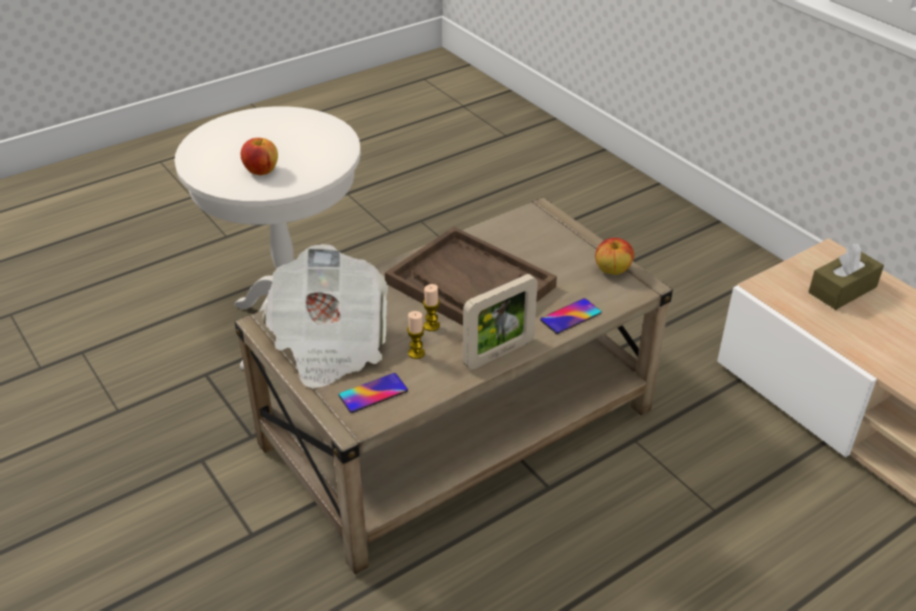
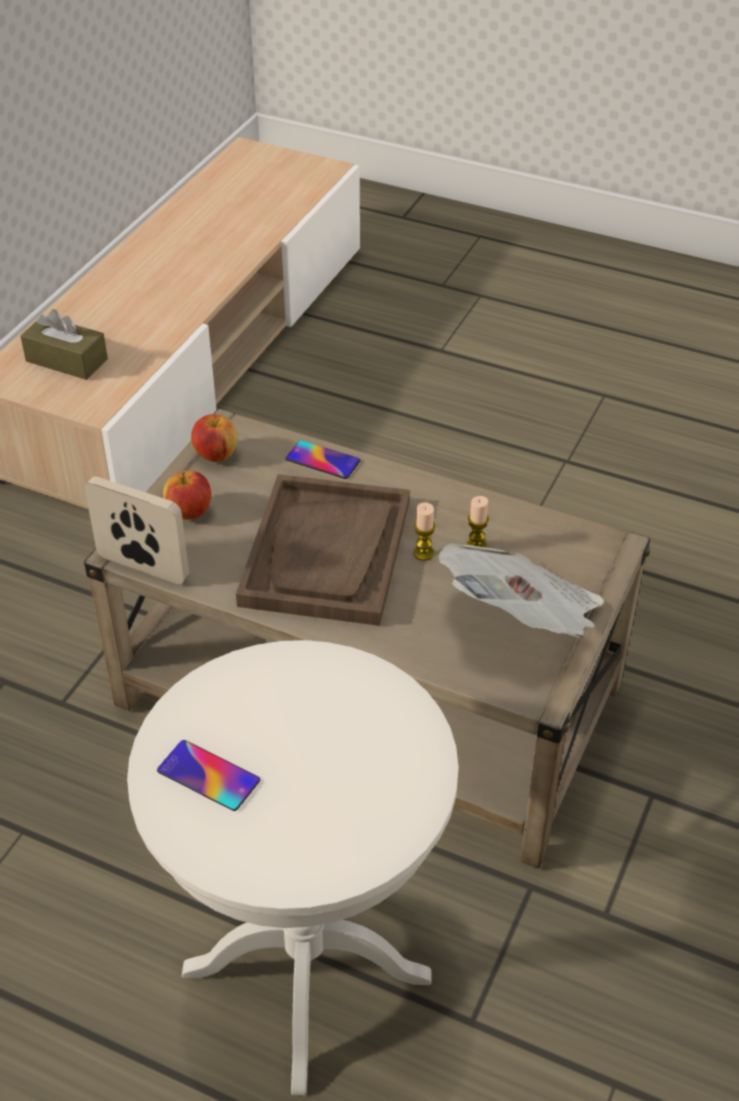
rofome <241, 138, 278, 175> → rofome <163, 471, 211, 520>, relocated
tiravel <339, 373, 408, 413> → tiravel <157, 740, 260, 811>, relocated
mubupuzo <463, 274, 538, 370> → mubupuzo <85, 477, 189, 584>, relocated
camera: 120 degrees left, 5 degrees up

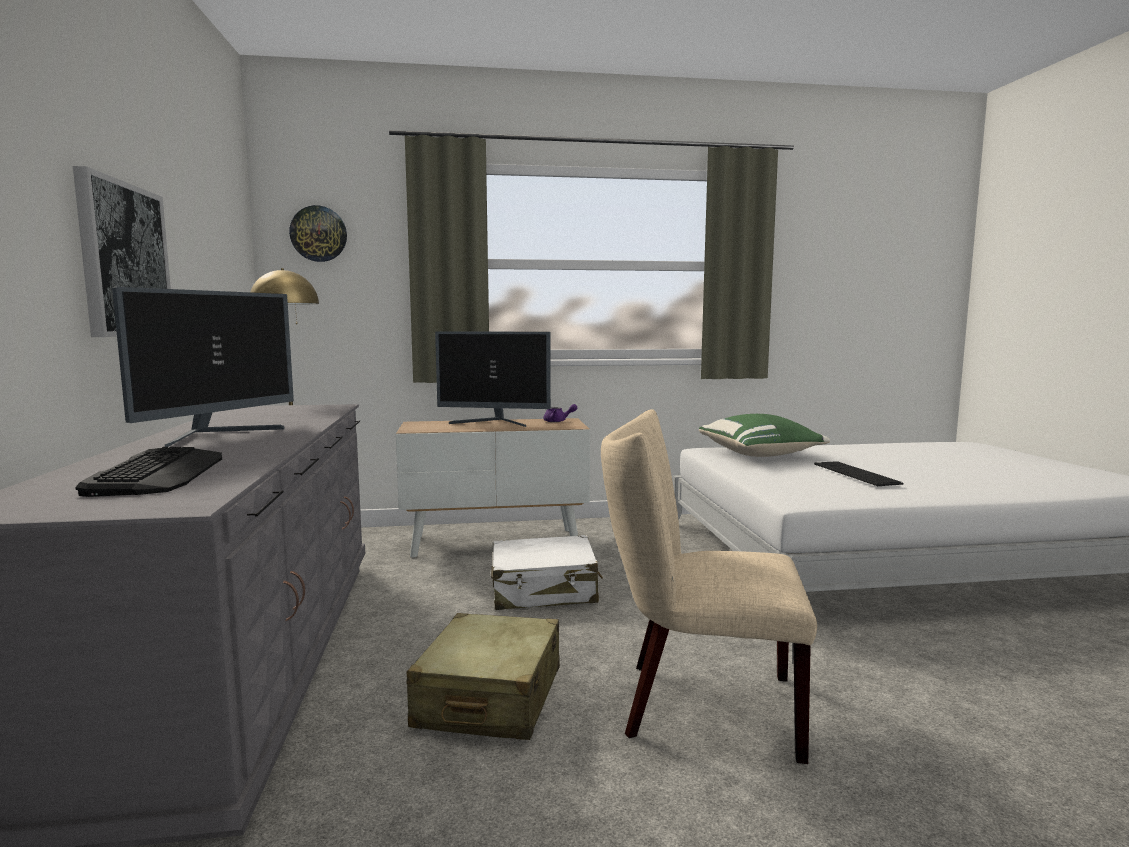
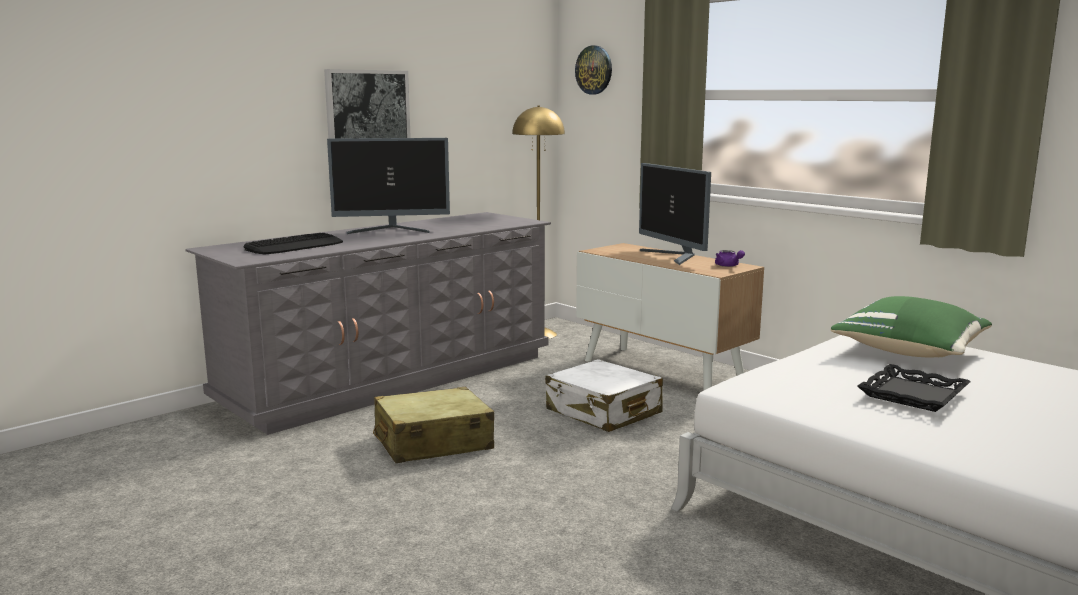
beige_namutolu <601, 409, 817, 764> → -
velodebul <814, 461, 903, 486> → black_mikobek <857, 364, 971, 412>
camera: 55 degrees right, 5 degrees up

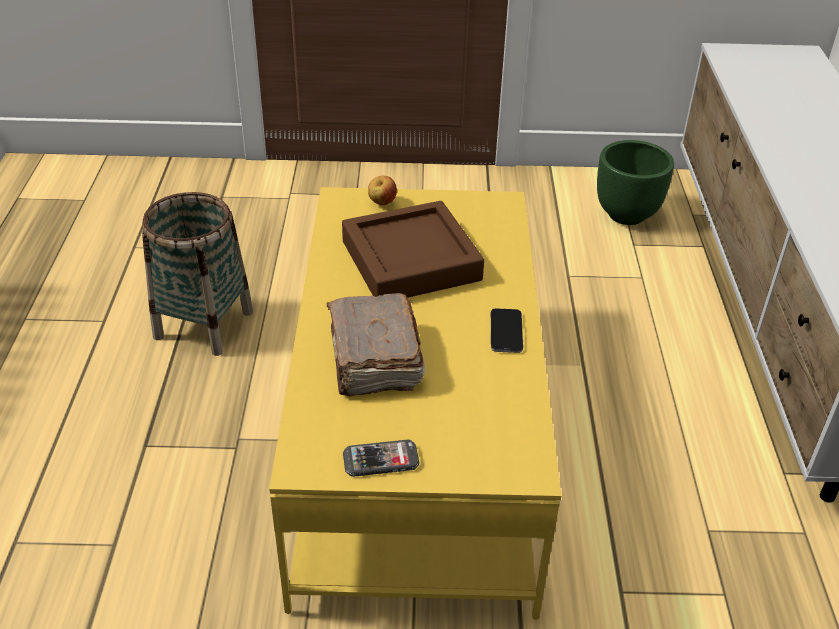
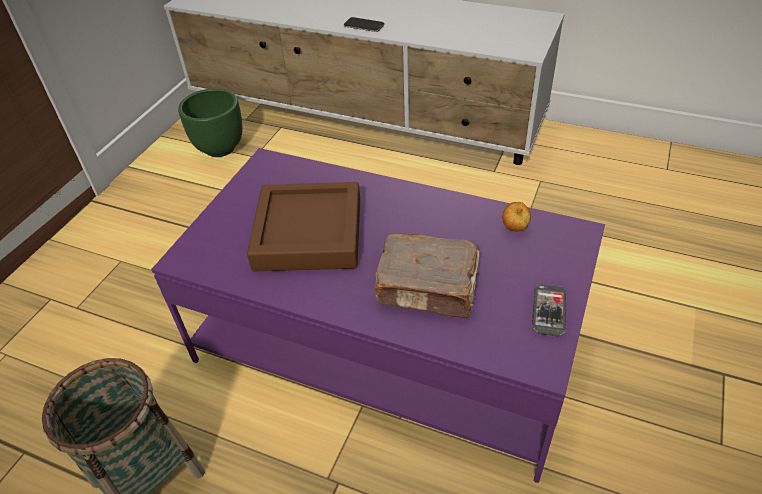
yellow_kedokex <269, 187, 561, 620> → purple_kedokex <151, 148, 605, 483>
rofome <368, 176, 397, 205> → rofome <502, 202, 531, 232>, relocated
tiravel <490, 308, 523, 353> → tiravel <344, 17, 385, 32>, relocated
camera: 65 degrees left, 5 degrees up

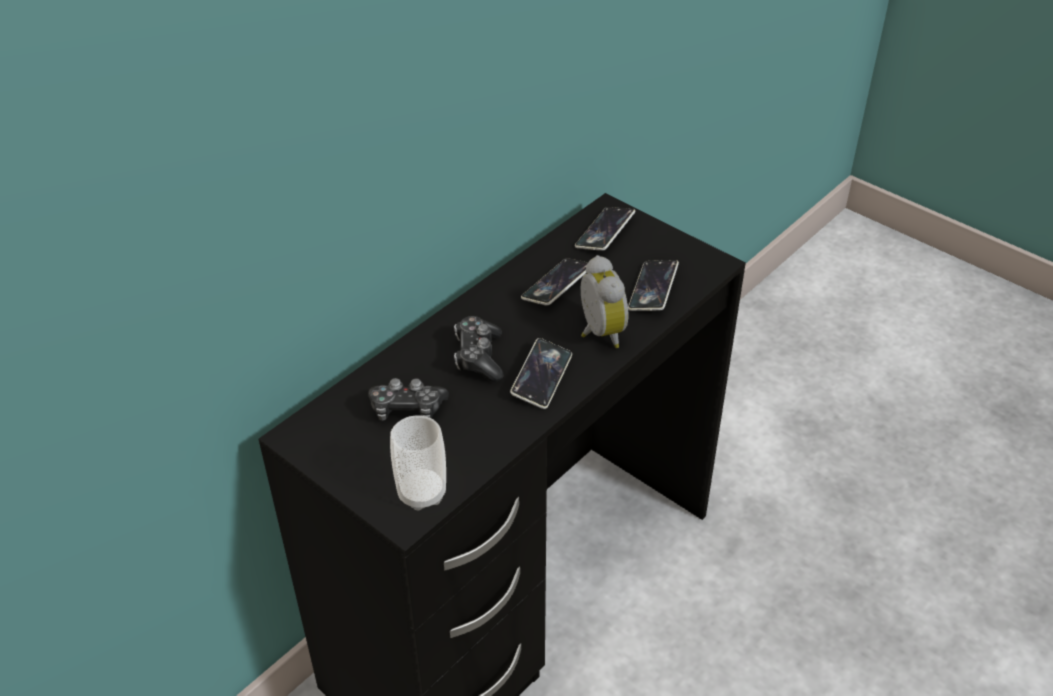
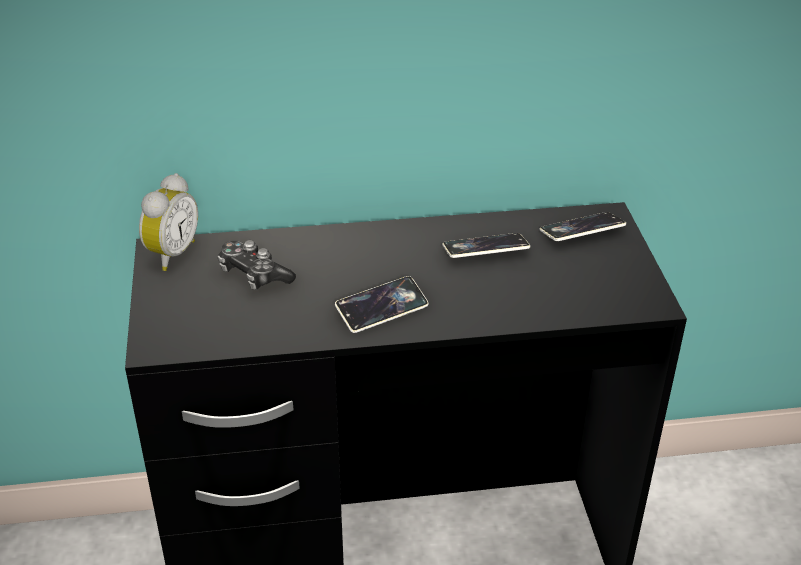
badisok <390, 416, 446, 511> → -
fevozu <454, 316, 504, 382> → -
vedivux <581, 255, 629, 348> → vedivux <139, 173, 198, 271>, relocated
tiravel <628, 260, 679, 311> → -
camera: 40 degrees right, 5 degrees down

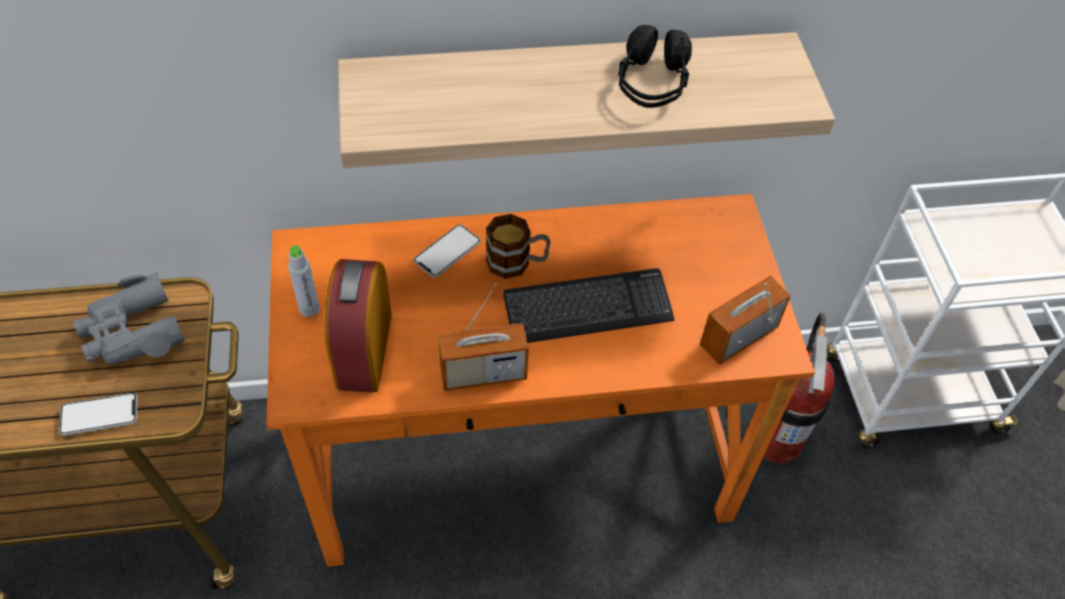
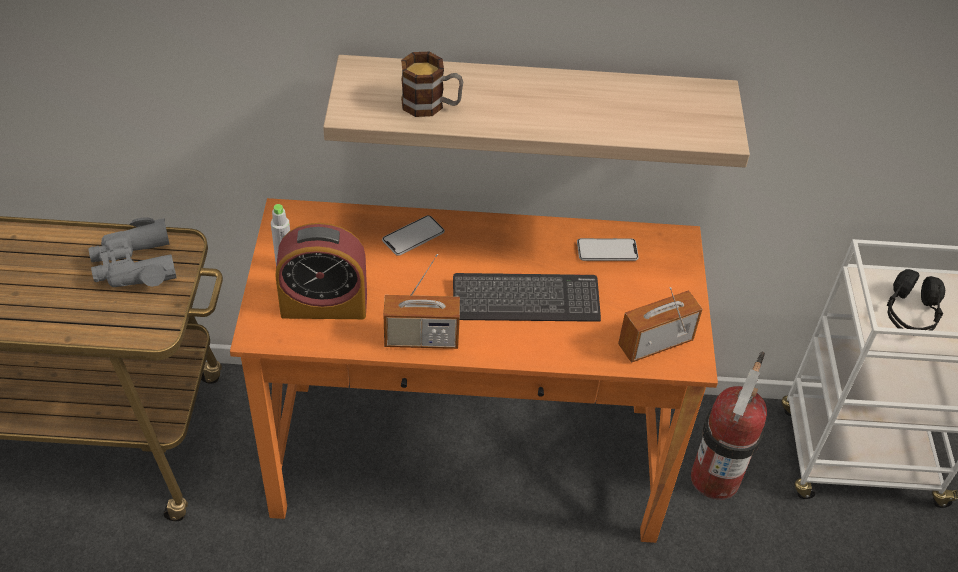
tiravel <59, 393, 137, 436> → tiravel <577, 238, 639, 261>, relocated
vedivux <325, 259, 392, 393> → vedivux <275, 223, 367, 319>, 105 degrees counterclockwise
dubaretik <486, 214, 551, 279> → dubaretik <401, 52, 463, 117>, relocated
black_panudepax <618, 25, 692, 108> → black_panudepax <886, 269, 945, 331>, relocated
camera: 10 degrees right, 5 degrees down

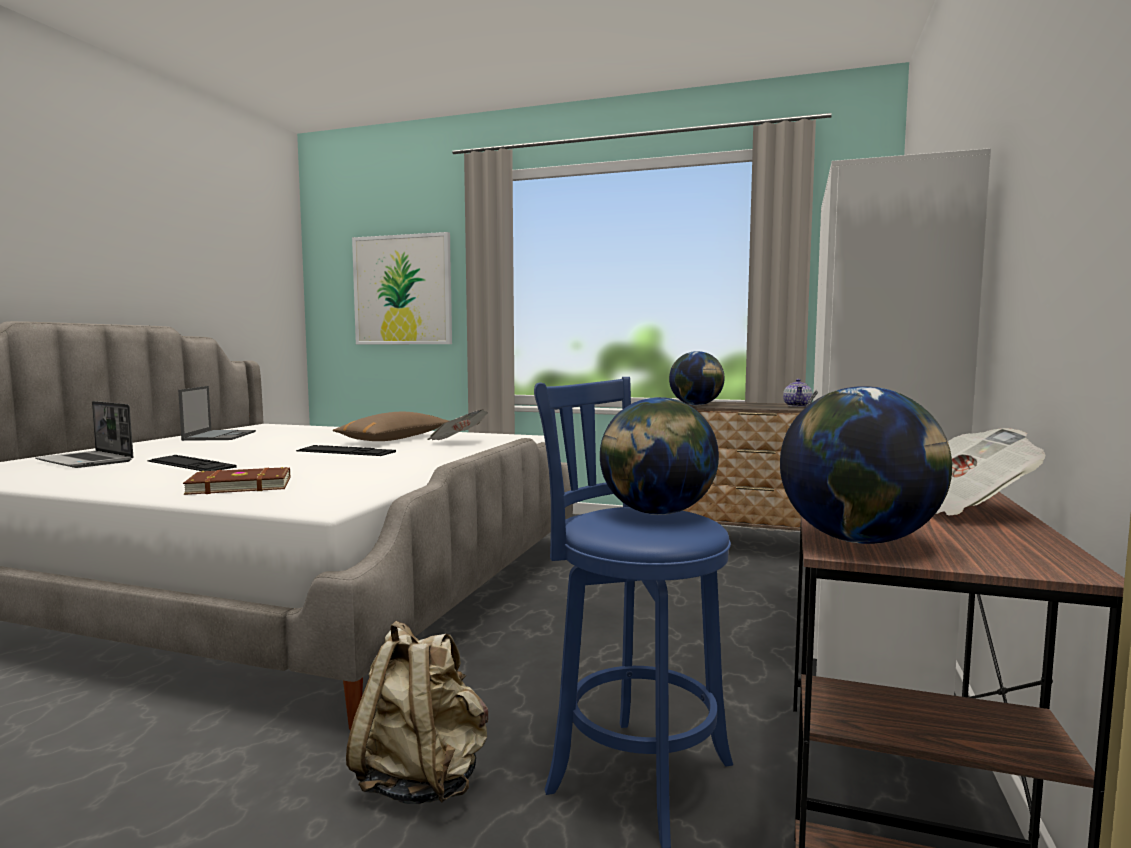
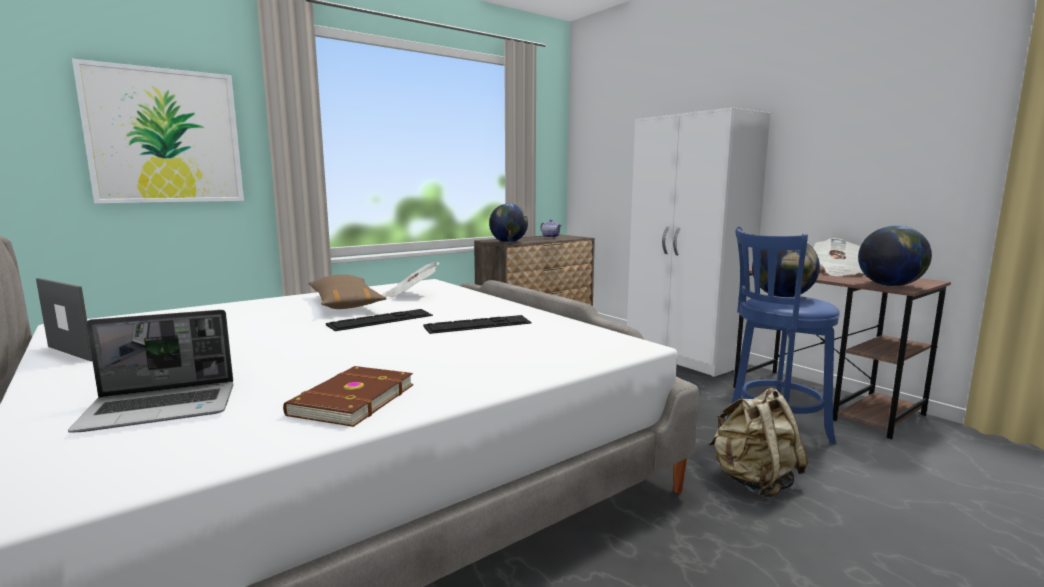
velodebul <147, 455, 237, 471> → velodebul <423, 315, 532, 334>, relocated
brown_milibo <183, 467, 290, 495> → brown_milibo <283, 366, 413, 427>, relocated
camera: 55 degrees left, 5 degrees up

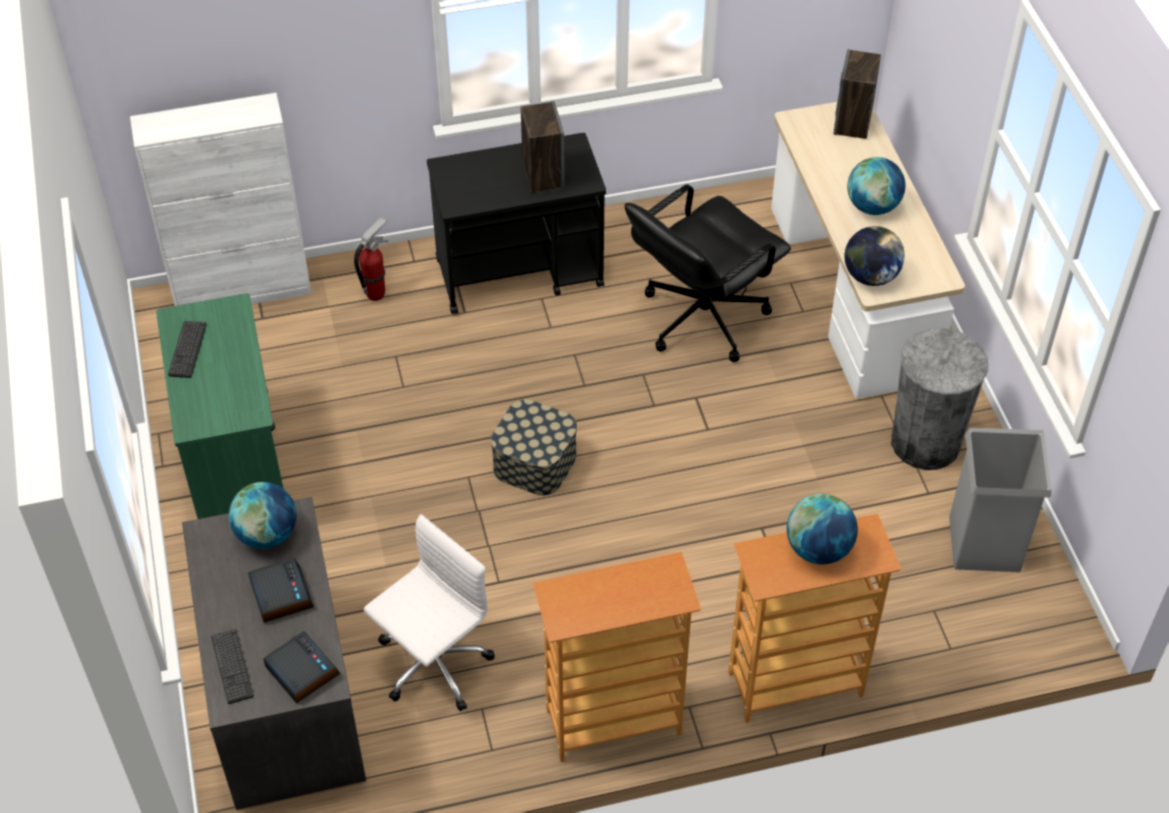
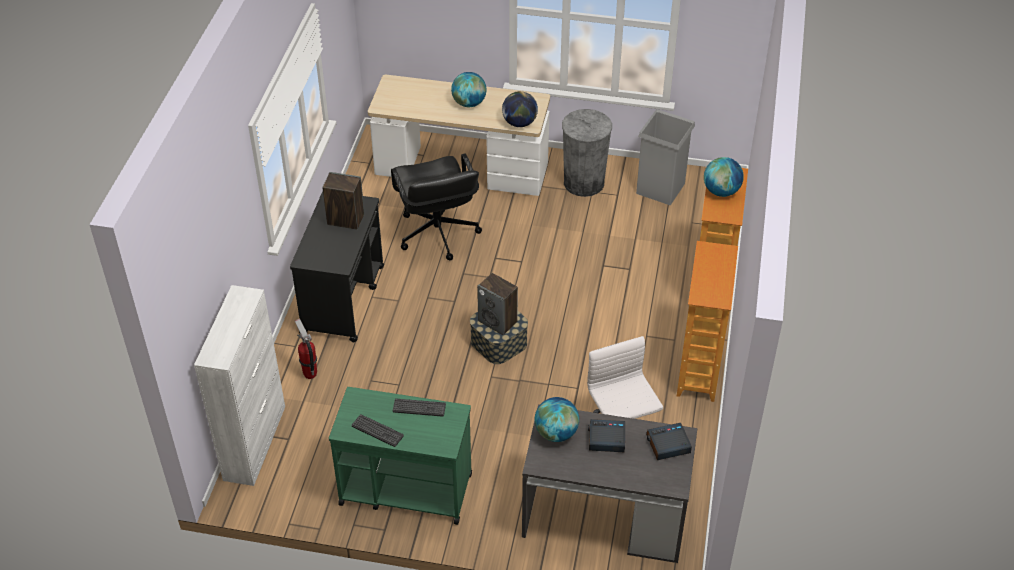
velodebul <211, 629, 254, 704> → velodebul <393, 399, 446, 417>, relocated
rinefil <834, 49, 881, 139> → rinefil <477, 273, 518, 335>, relocated
camera: 65 degrees left, 5 degrees down

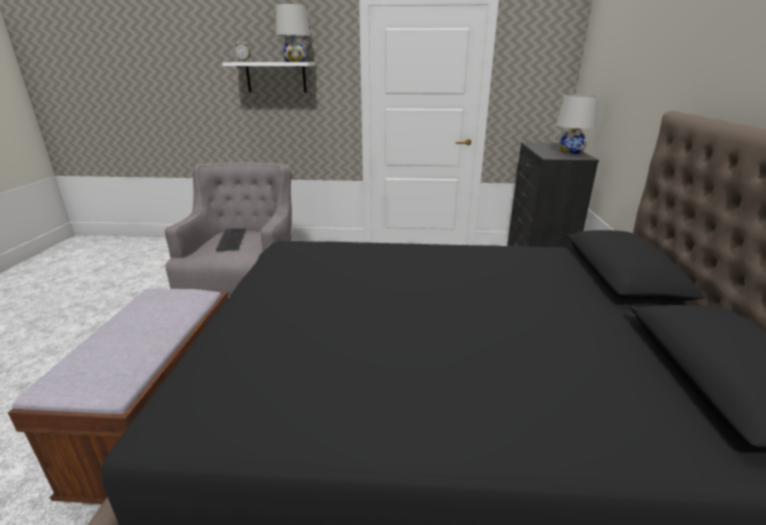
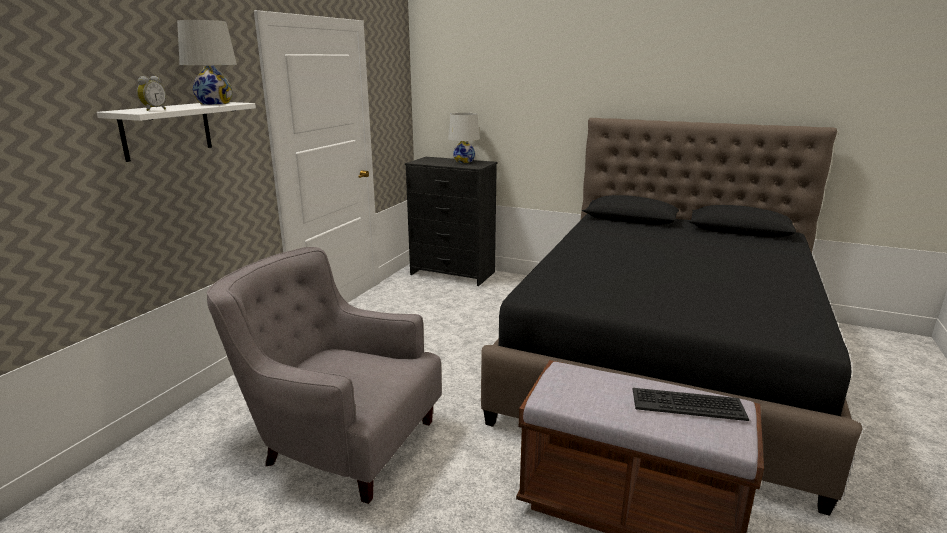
velodebul <216, 228, 246, 251> → velodebul <633, 388, 749, 421>, relocated
camera: 70 degrees left, 5 degrees down

